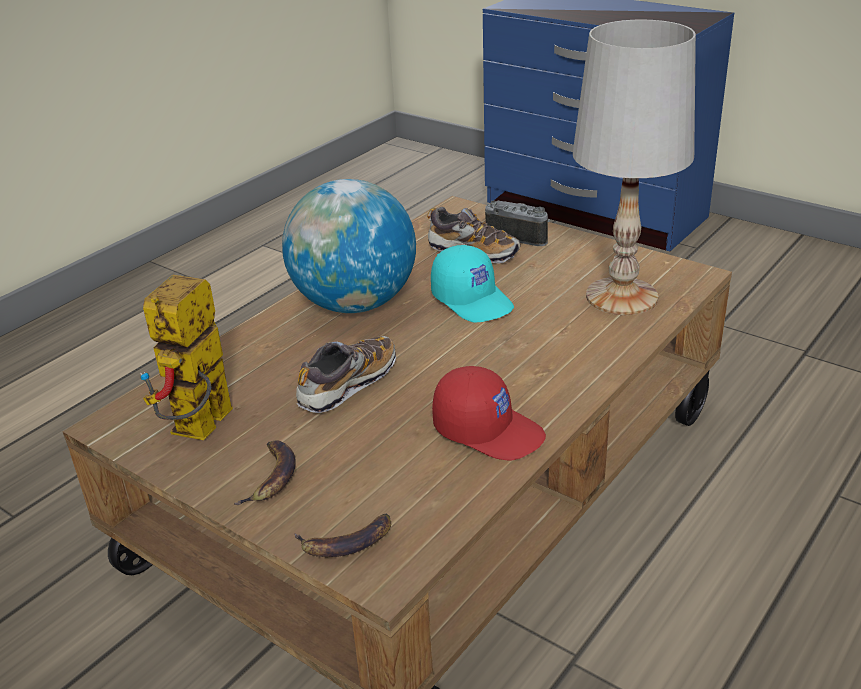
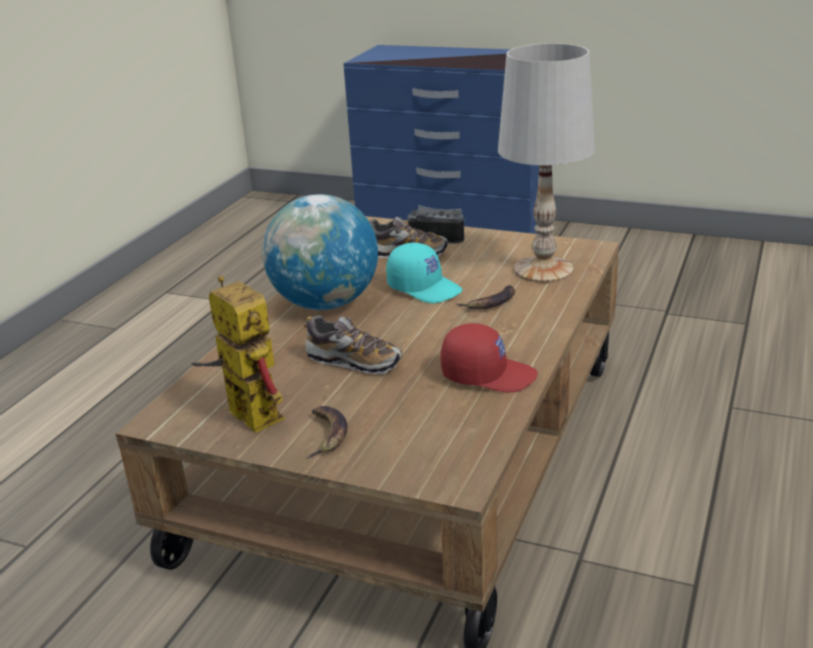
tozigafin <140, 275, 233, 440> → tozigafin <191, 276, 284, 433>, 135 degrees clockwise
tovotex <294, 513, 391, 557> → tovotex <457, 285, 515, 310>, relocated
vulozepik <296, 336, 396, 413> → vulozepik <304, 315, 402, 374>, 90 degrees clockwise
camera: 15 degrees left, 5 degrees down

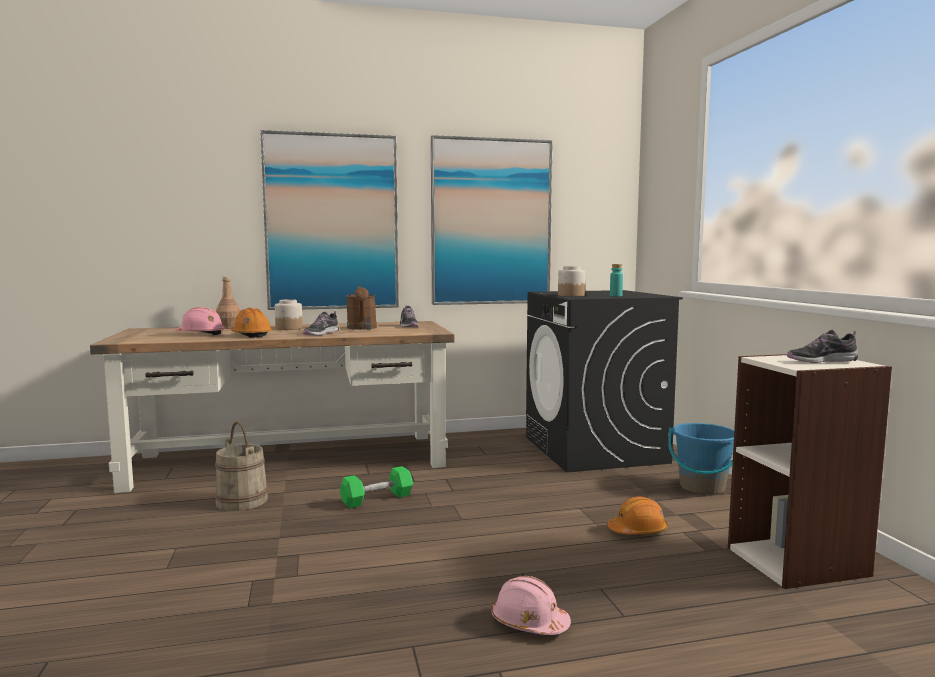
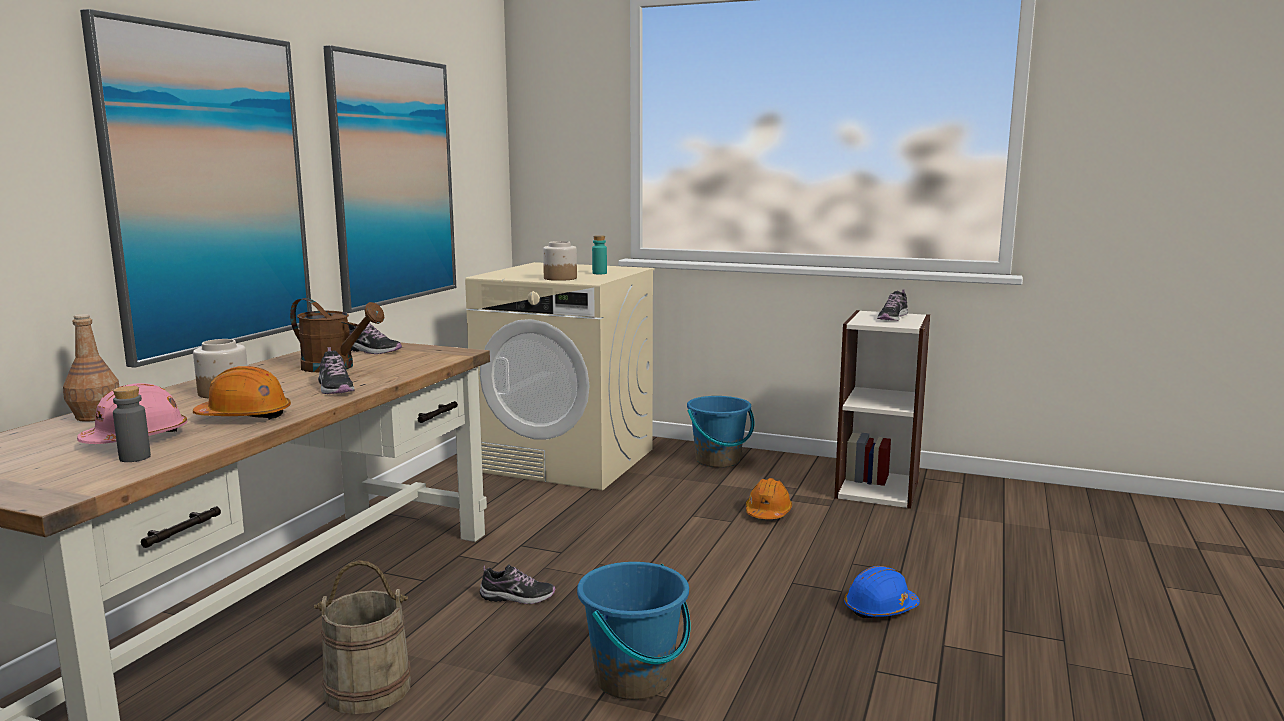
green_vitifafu <340, 466, 413, 508> → vulozepik <480, 565, 555, 604>
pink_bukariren <492, 576, 571, 635> → blue_bukariren <844, 566, 920, 619>
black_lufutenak <526, 290, 683, 472> → beige_lufutenak <465, 262, 655, 490>
- → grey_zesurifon <113, 386, 151, 462>
- → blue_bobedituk <577, 562, 690, 700>
camera: 55 degrees left, 5 degrees up

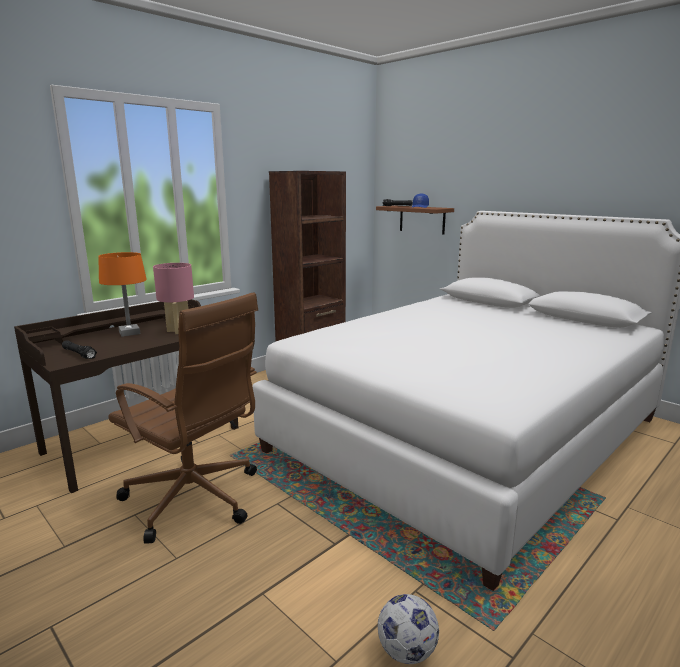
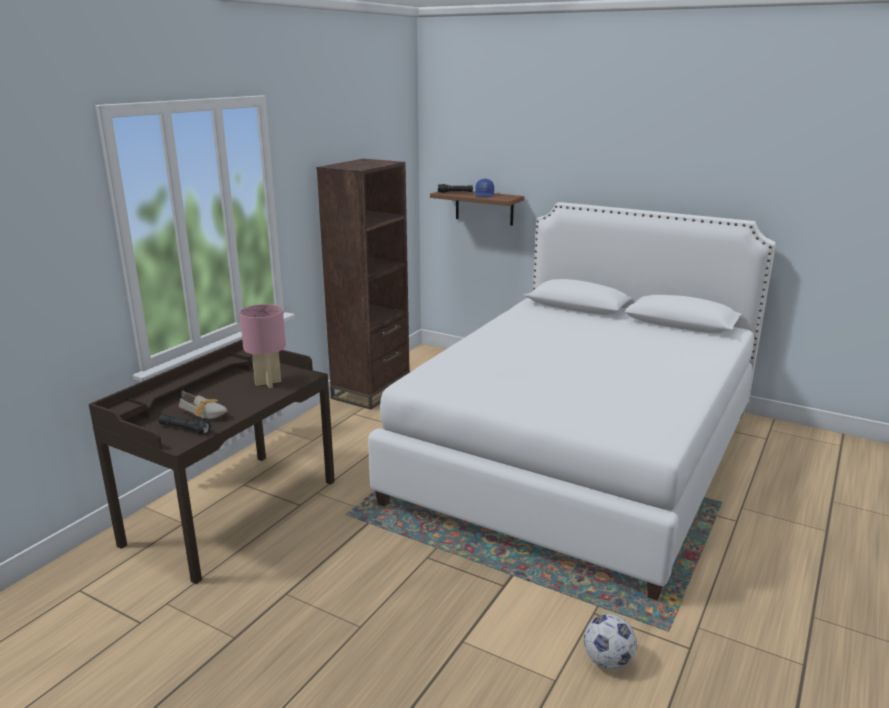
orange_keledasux <98, 252, 147, 337> → -
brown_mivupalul <109, 292, 258, 543> → -
- → vulozepik <178, 391, 228, 420>
camera: 15 degrees left, 5 degrees up

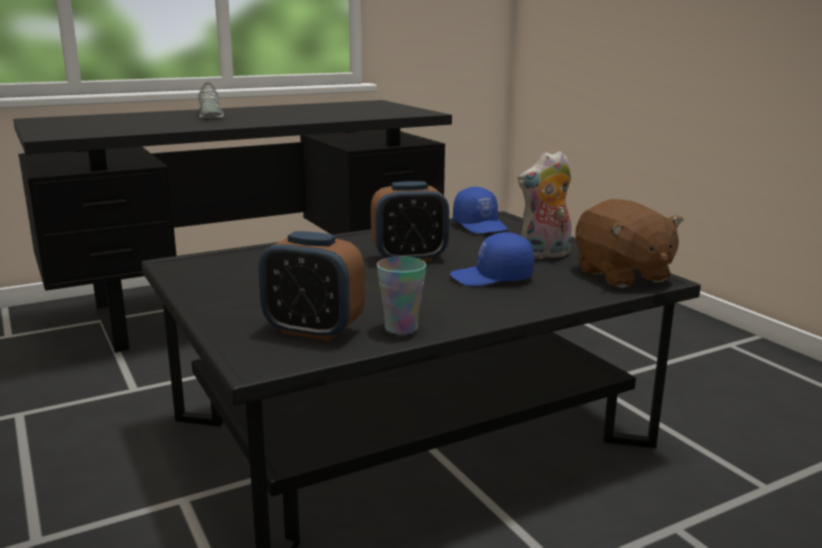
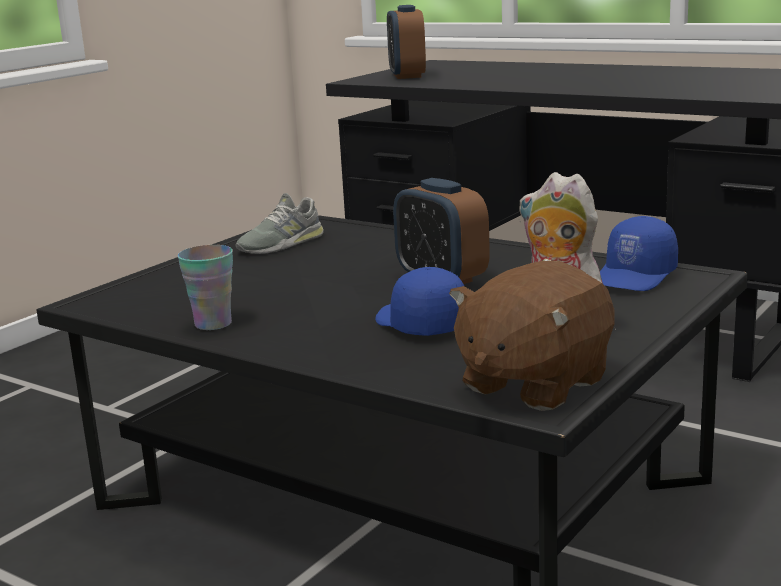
grey_vulozepik <198, 82, 224, 118> → grey_vulozepik <236, 193, 324, 254>, relocated
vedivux <258, 231, 365, 341> → vedivux <387, 5, 426, 79>, relocated
camera: 65 degrees right, 0 degrees up

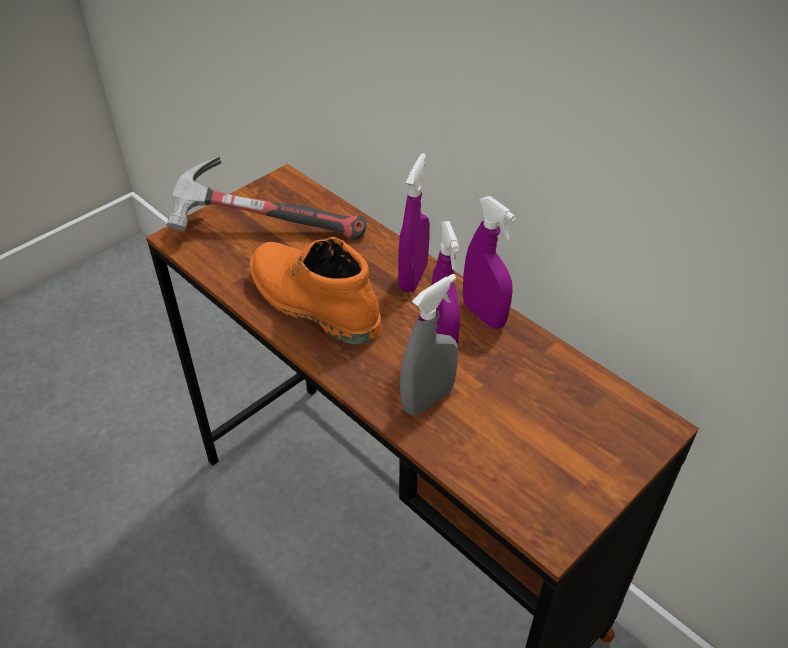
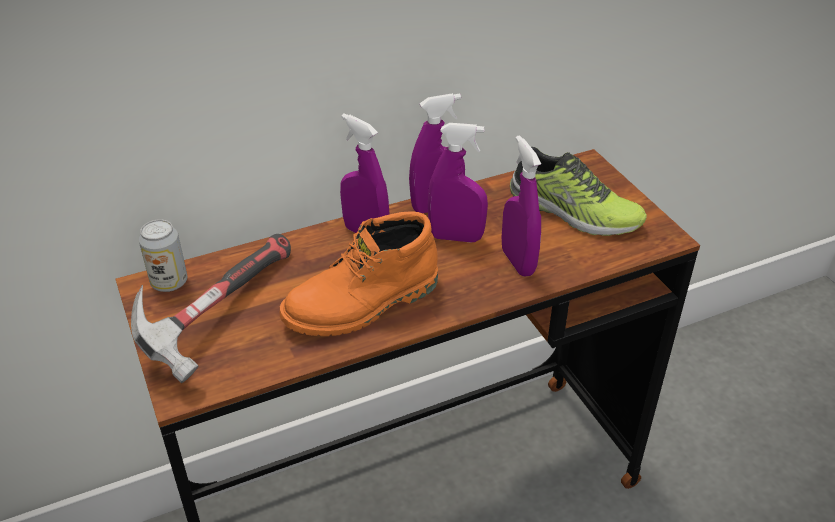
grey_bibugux <400, 274, 458, 415> → purple_bibugux <502, 135, 541, 277>
- → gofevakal <139, 219, 187, 292>
- → vulozepik <510, 147, 647, 236>
camera: 70 degrees left, 5 degrees down

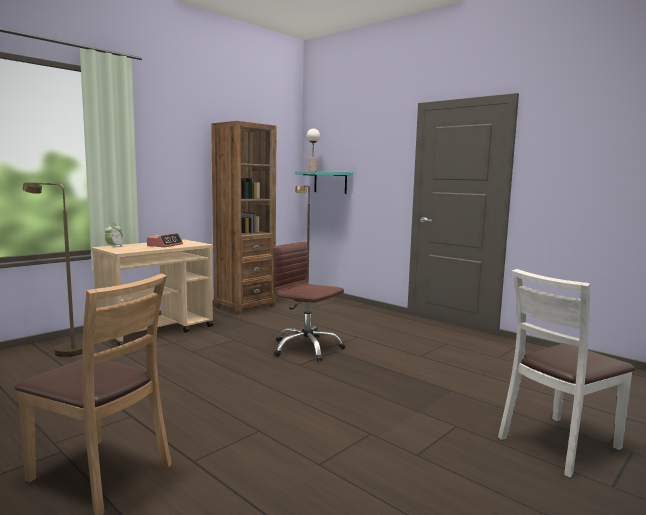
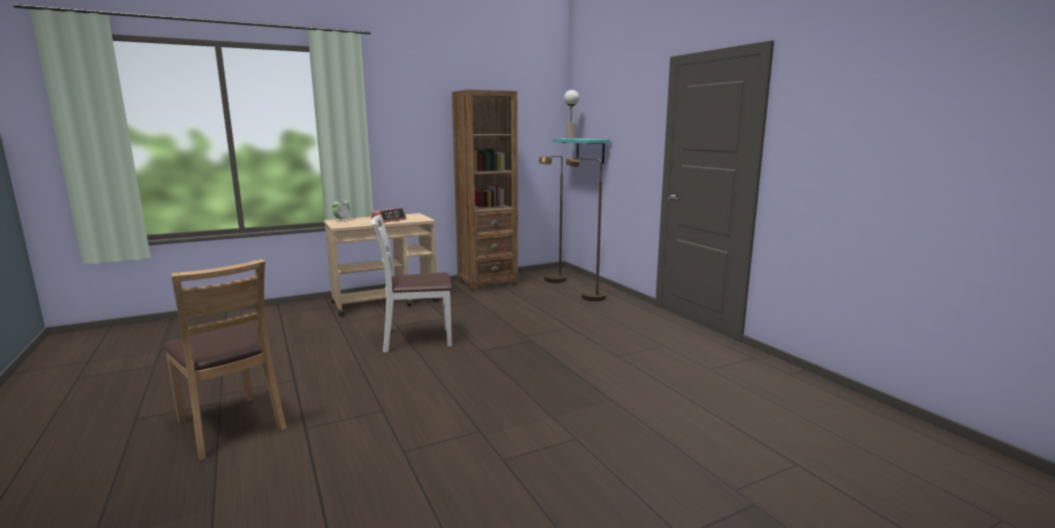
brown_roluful <23, 182, 83, 357> → brown_roluful <566, 158, 606, 301>, relocated
brown_mivupalul <273, 242, 345, 361> → -
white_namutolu <498, 269, 635, 477> → white_namutolu <371, 215, 452, 353>, relocated
camera: 20 degrees right, 5 degrees up

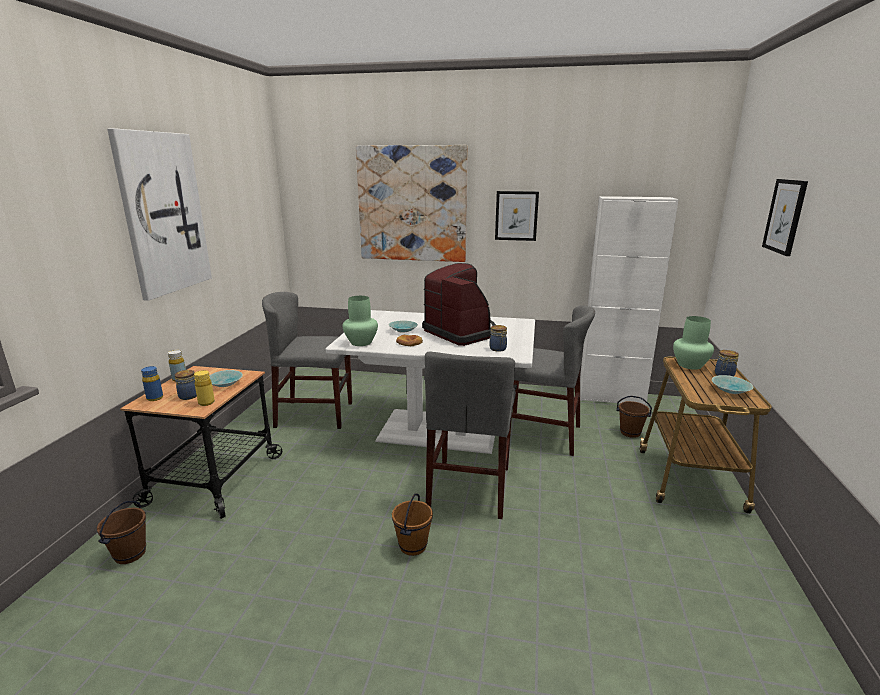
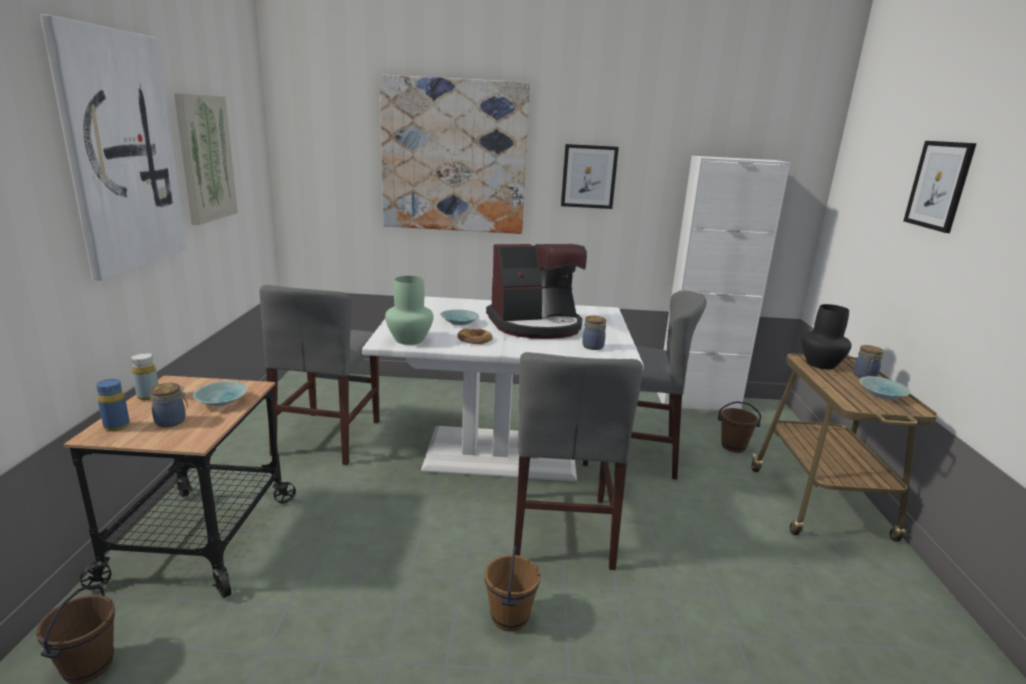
yellow_zesurifon <194, 370, 215, 406> → -
grey_namutolu <262, 292, 352, 429> → grey_namutolu <259, 285, 379, 465>, 75 degrees counterclockwise
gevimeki <422, 263, 496, 346> → gevimeki <486, 244, 587, 339>, 120 degrees clockwise
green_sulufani <673, 316, 714, 370> → black_sulufani <801, 304, 852, 369>
- → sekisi <174, 93, 238, 225>
camera: 10 degrees left, 0 degrees up

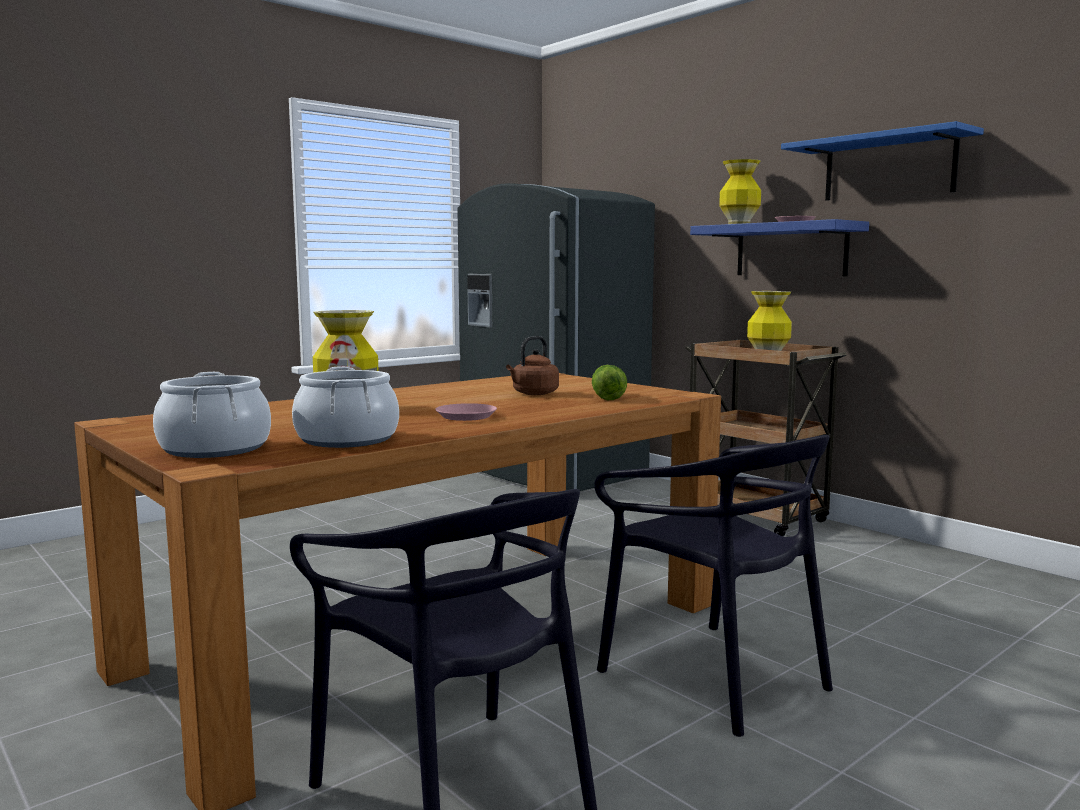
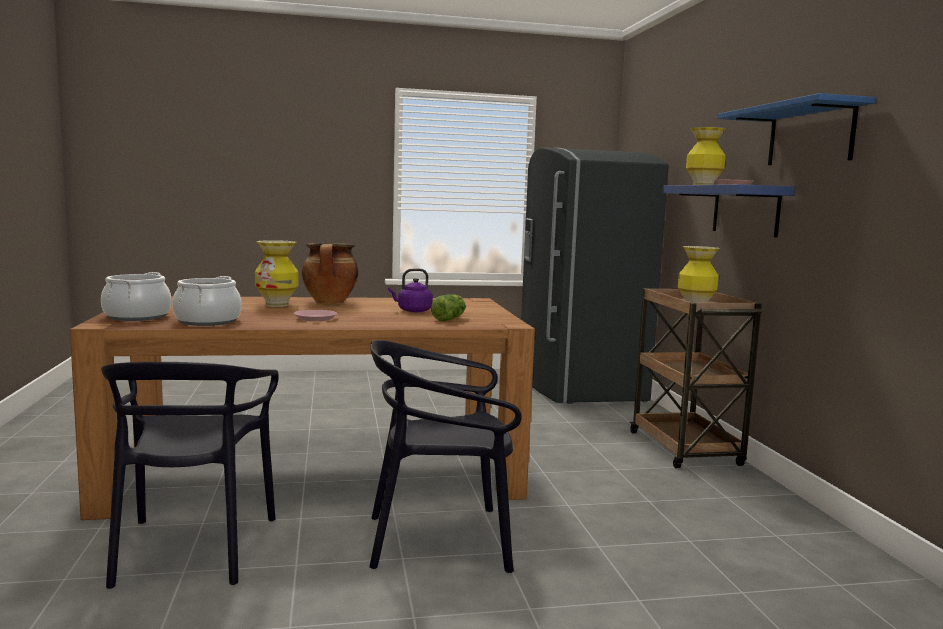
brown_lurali <506, 336, 559, 395> → purple_lurali <388, 268, 433, 312>
black_namutolu <594, 435, 833, 737> → black_namutolu <369, 340, 522, 573>, 90 degrees clockwise
- → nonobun <302, 243, 358, 304>
camera: 30 degrees right, 0 degrees up

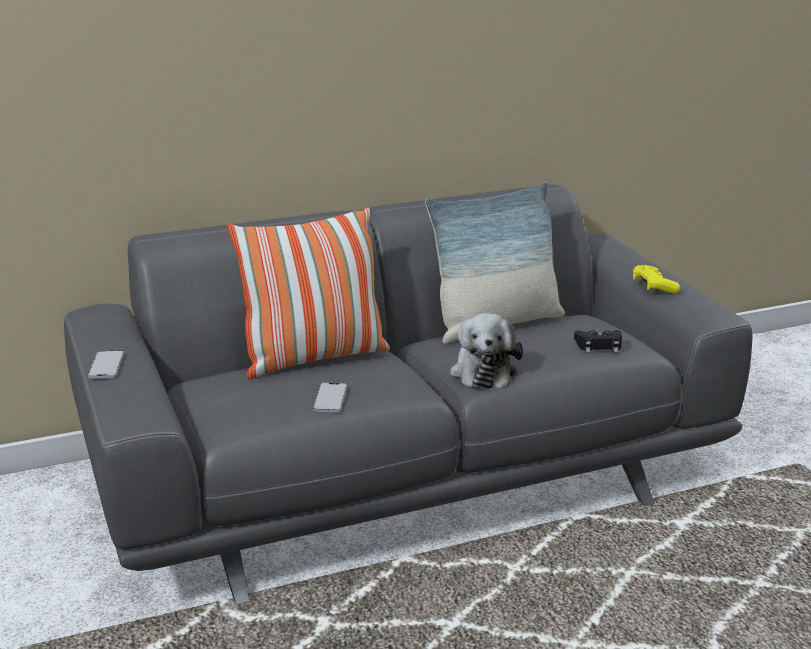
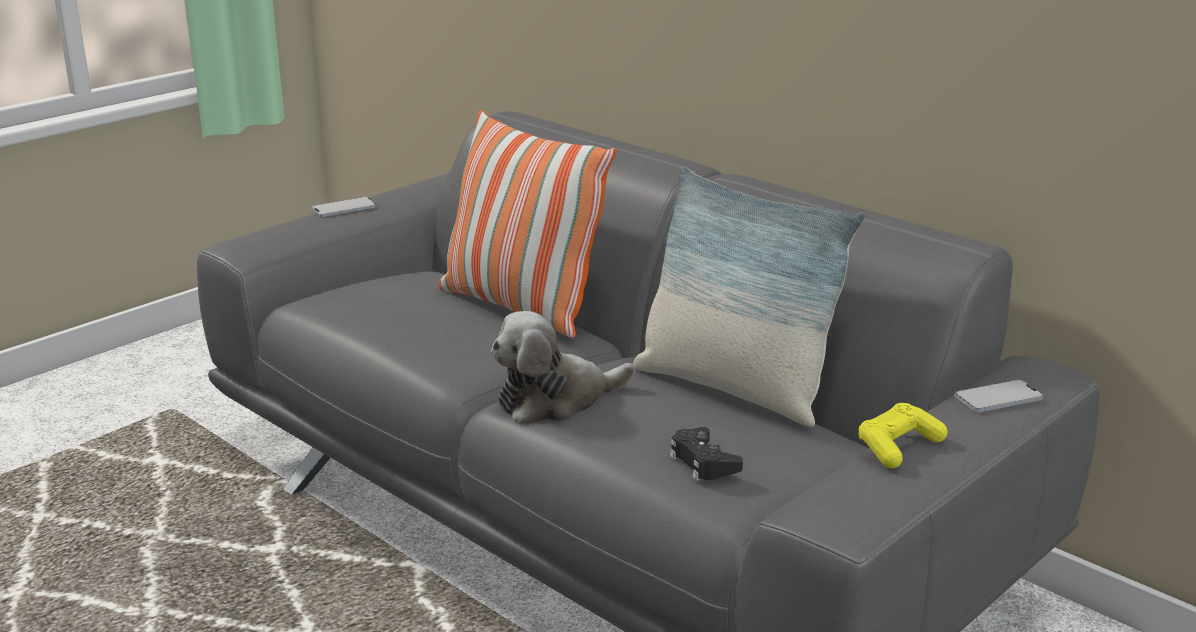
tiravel <313, 383, 347, 412> → tiravel <955, 380, 1043, 412>, relocated
camera: 65 degrees right, 0 degrees up

